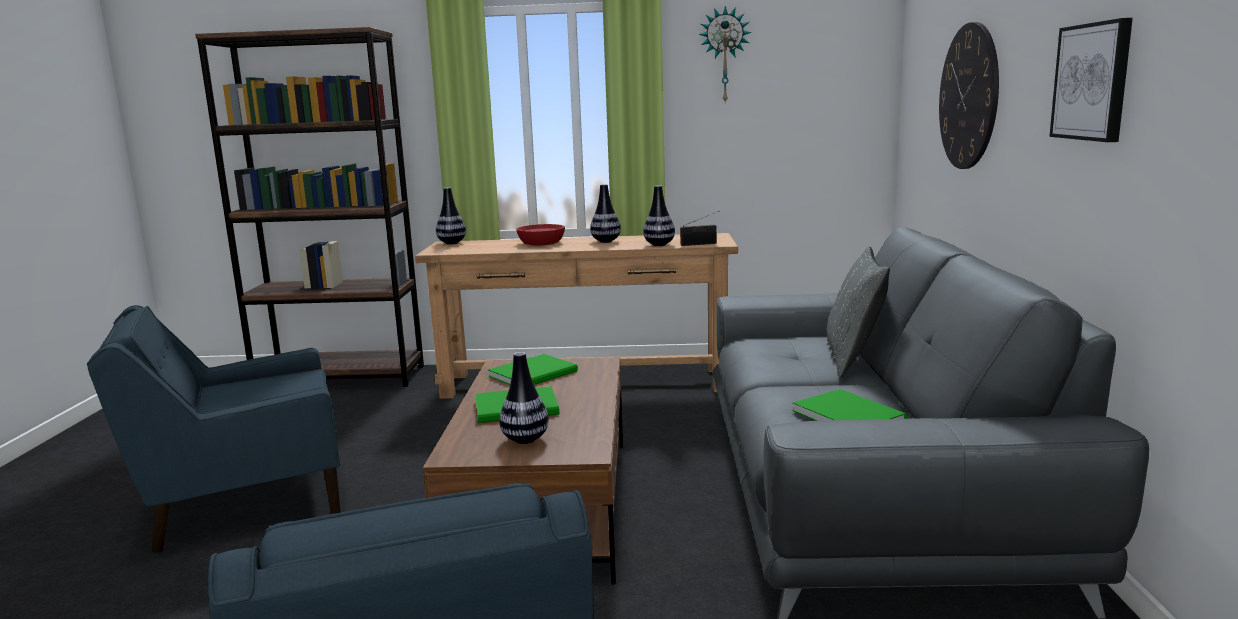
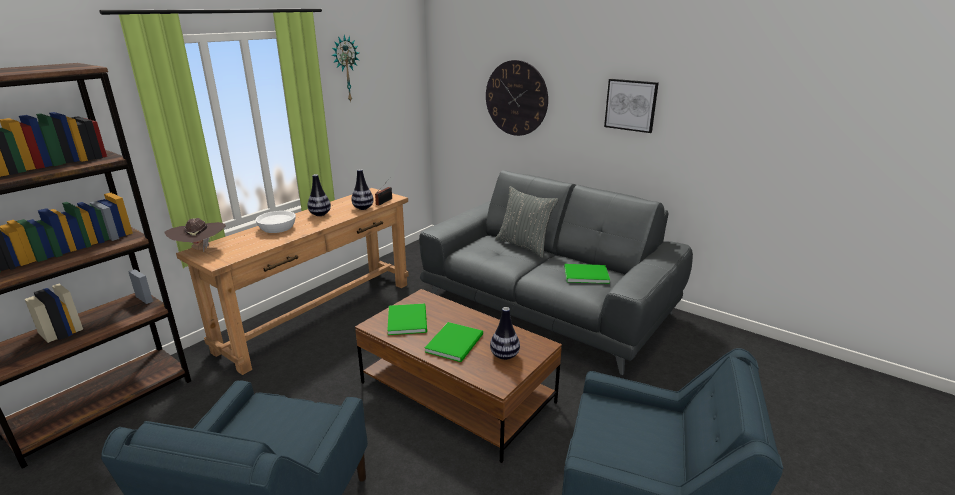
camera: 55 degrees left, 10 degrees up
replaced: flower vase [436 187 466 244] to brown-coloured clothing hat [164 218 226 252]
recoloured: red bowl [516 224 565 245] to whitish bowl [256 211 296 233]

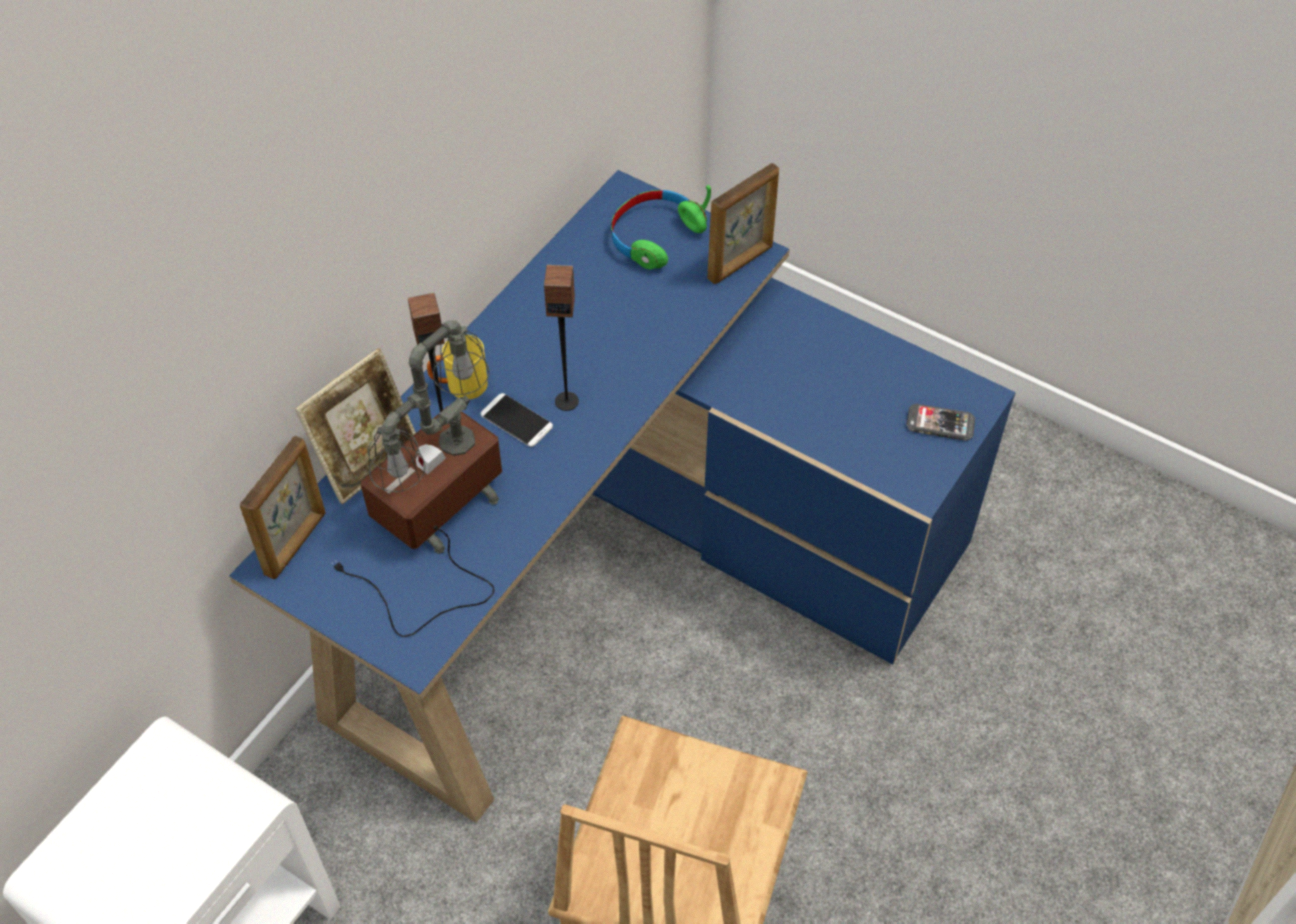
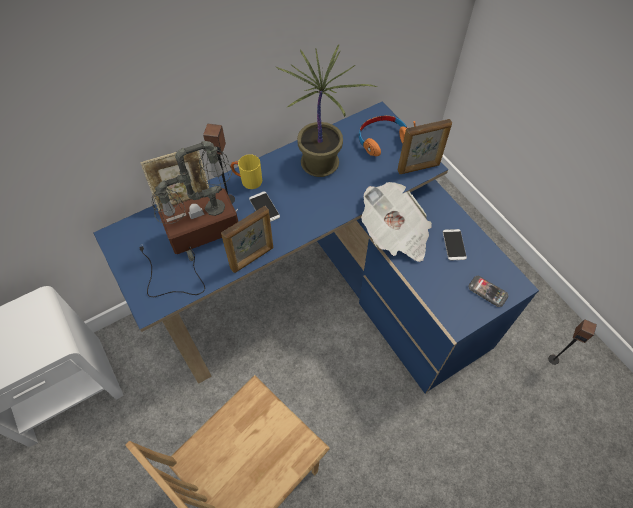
camera: 25 degrees right, 5 degrees up
added: plant in a pot [276 44 378 177]; daily paper [361 182 432 262]; phone [443 229 467 260]
moved: standing frame [240 436 326 579] to [221 206 273 273]; audio speaker [544 265 579 411] to [548 319 597 365]
recoloured: green headphones [611 185 711 270] to orangey headphones [359 116 416 156]

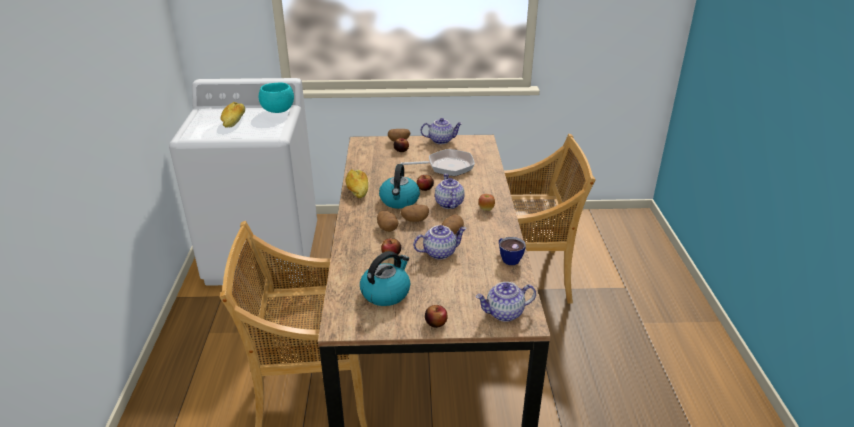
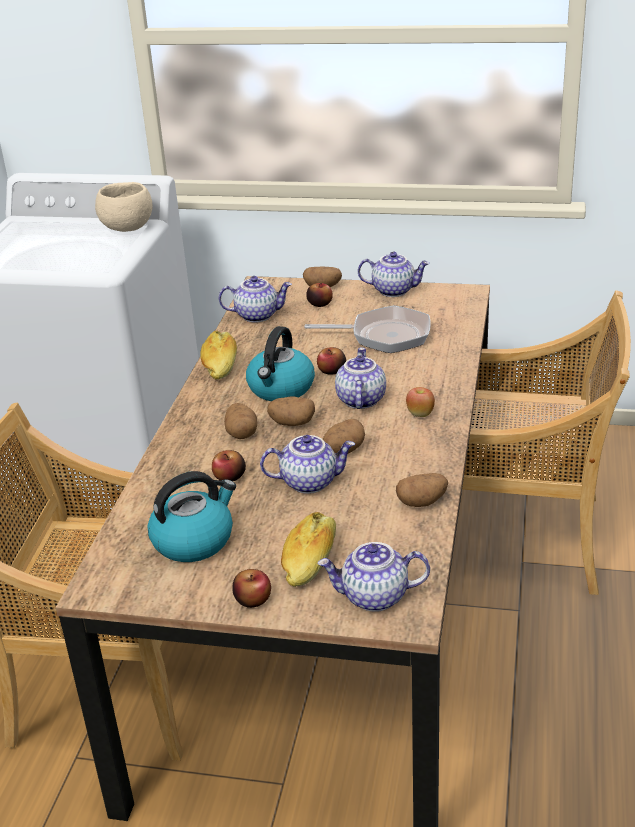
camera: 15 degrees right, 0 degrees up
added: tea pot [218 276 292 323]
moved: bakery bread [220 102 245 128] to [281 512 336 587]
replaced: small cup [499 237 526 265] to potato [396 473 448 507]
recoloured: blue-green bowl [258 82 294 113] to beige bowl [95 182 153 232]

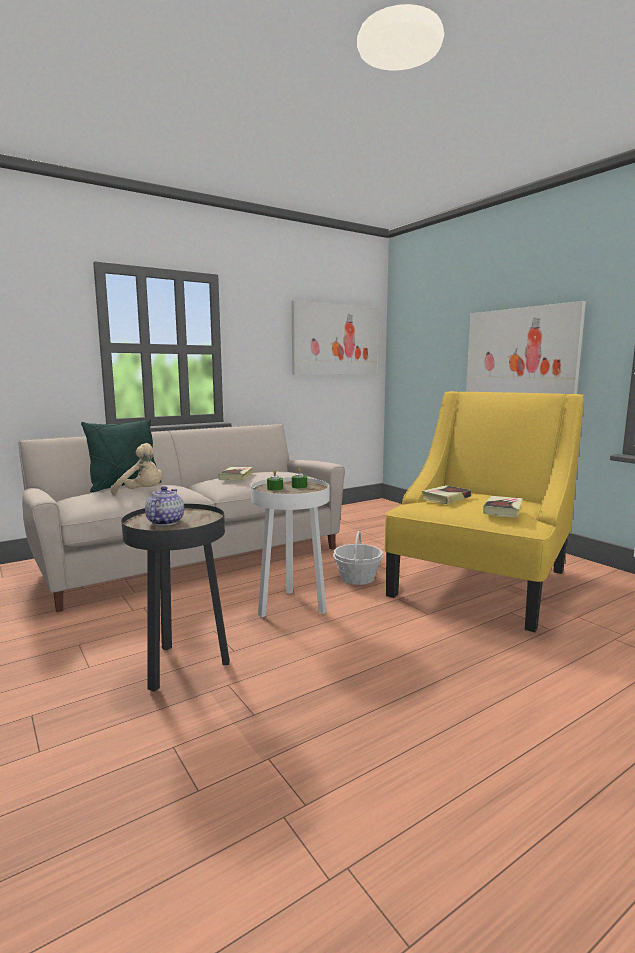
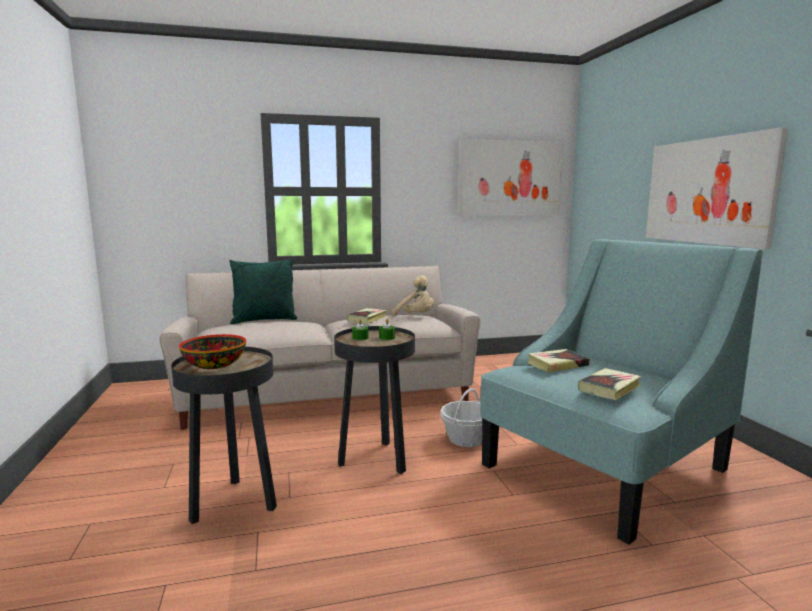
camera: 20 degrees right, 0 degrees up
moved: beige plush toy [110 443 163 495] to [392 275 434 316]
replaced: tea pot [145 486 184 526] to bowl [179 334 246 369]
recoloured: whitish end table [251 477 329 618] to blackish end table [334 326 415 474]; yellow-coloured armchair [385 391 584 632] to blue-green armchair [480 239 762 545]

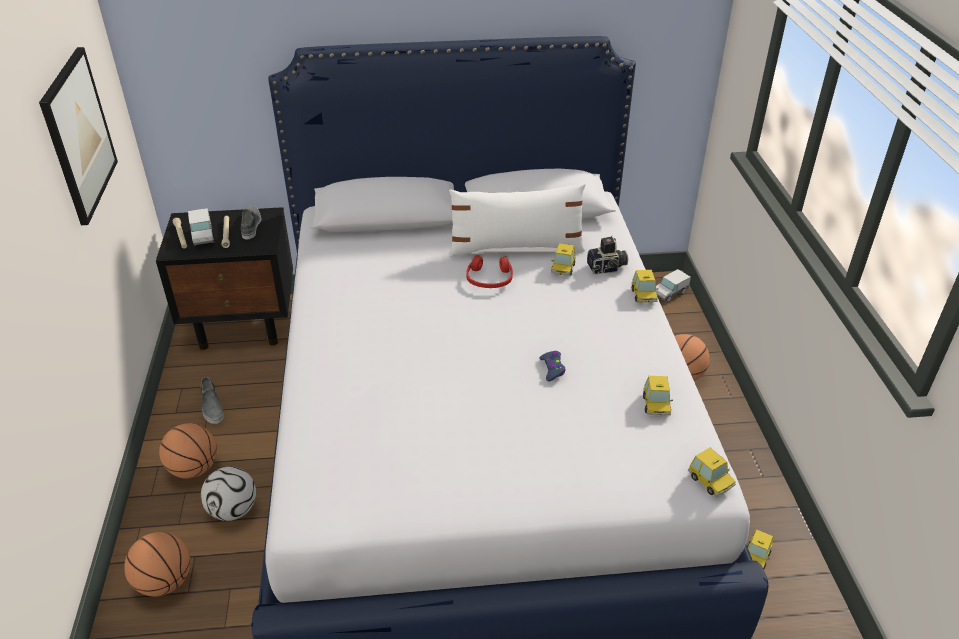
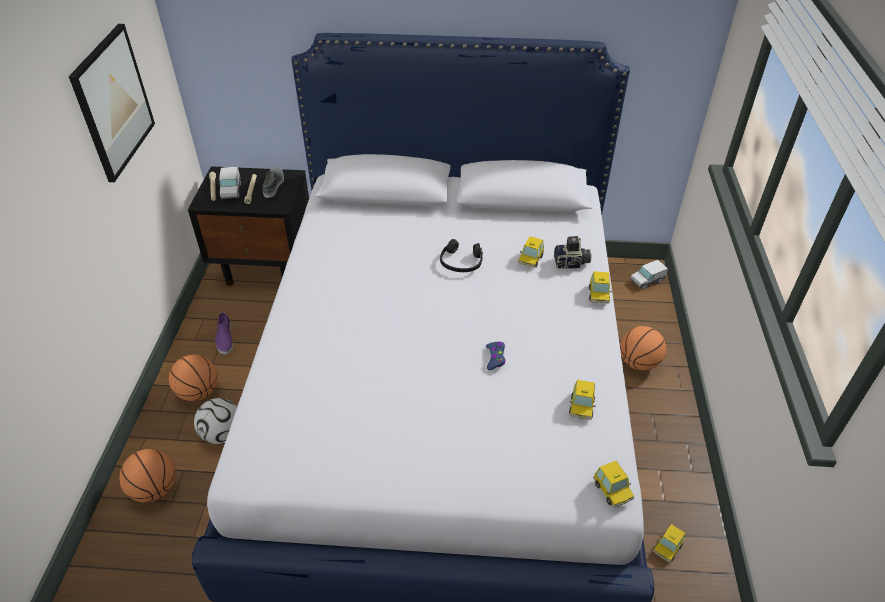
camera: 10 degrees right, 5 degrees up
removed: whitish throw pillow [449 184 586 257]
recoloured: gray item of footwear [201 377 224 424] to purplish item of footwear [215 312 233 354]; red headphones [466 255 513 288] to blackish headphones [440 239 483 272]

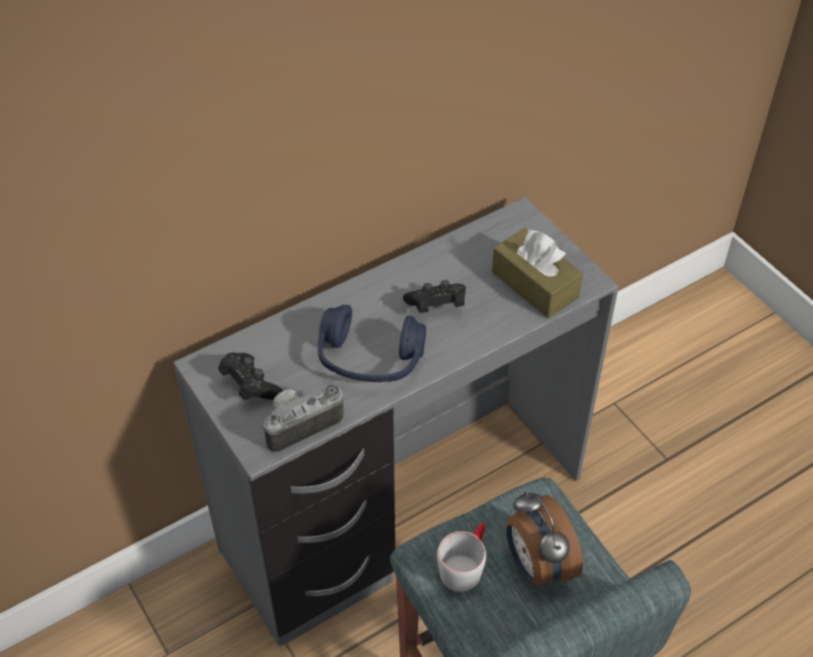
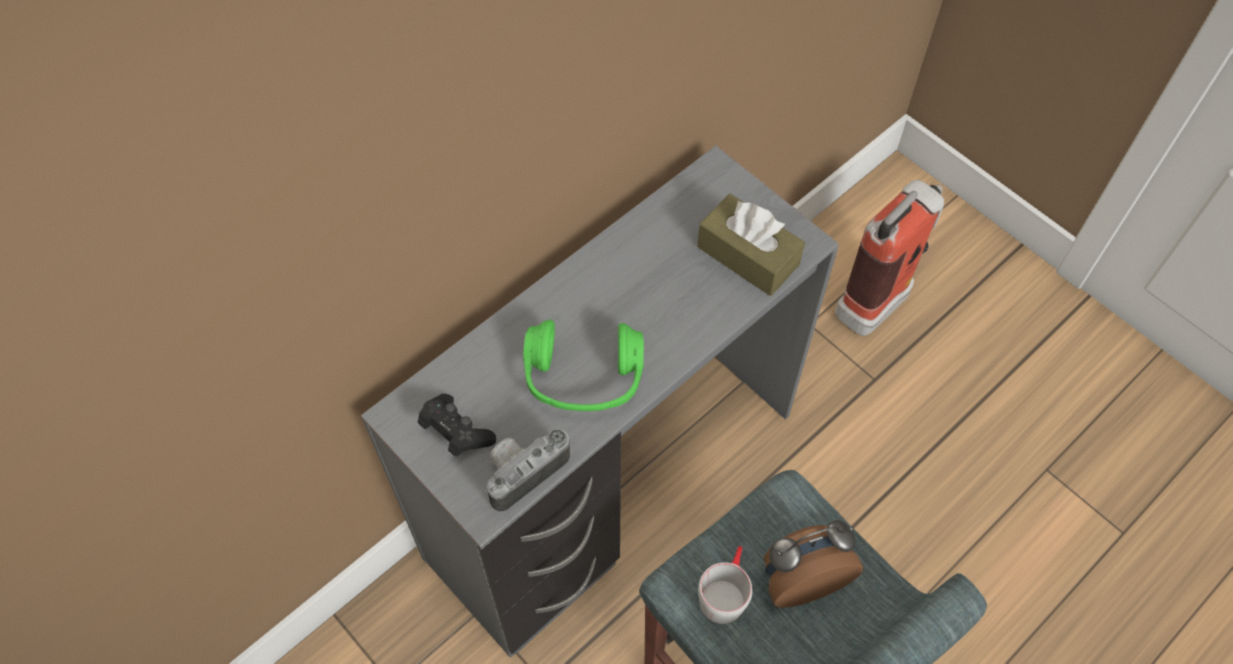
camera: 10 degrees left, 10 degrees up
removed: blackish game controller [403 280 466 313]
added: extinguisher [835 180 944 336]
recoloured: blue-coloured headphones [318 305 426 382] to green headphones [523 320 644 411]
turned: bedside clock [506 490 583 586] = [764 520 863 608] 105 degrees clockwise

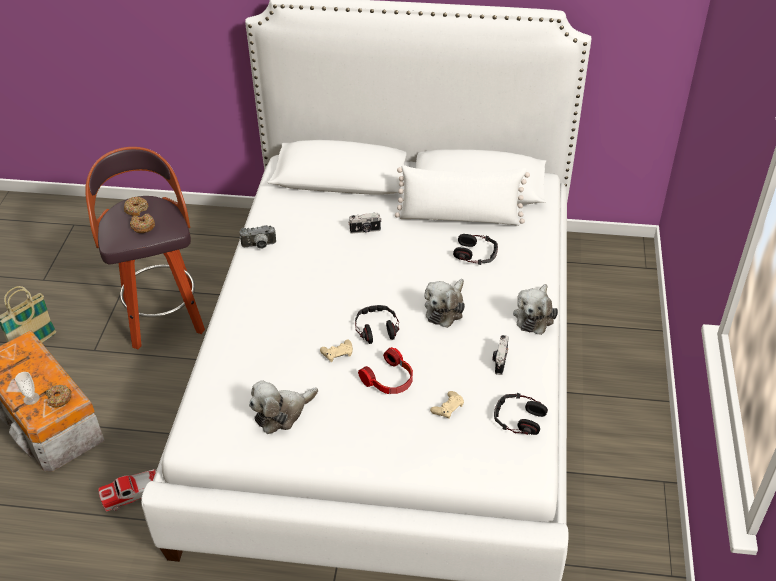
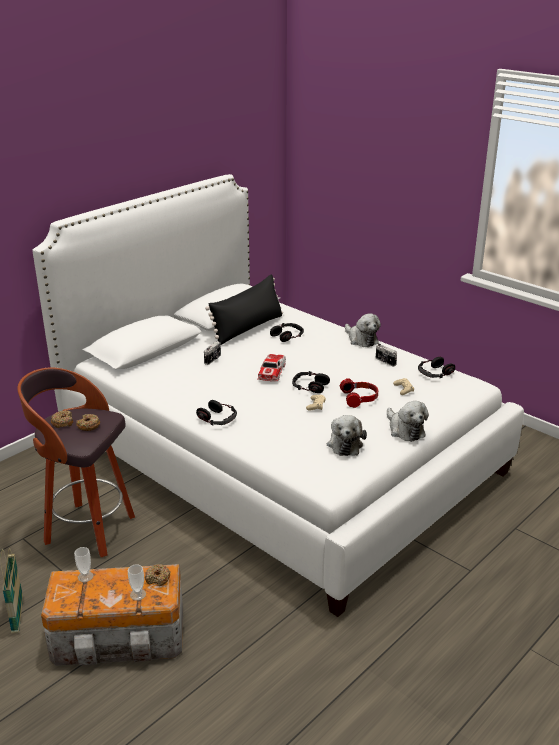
camera: 55 degrees left, 15 degrees down
removed: photo camera [240 225 276 249]
added: small cup [74 547 93 582]; headphones [196 400 237 425]
moved: toy car [98 469 156 512] to [257 354 286 381]; plush toy [424 279 465 328] to [387 401 429 442]
recoloured: whitish throw pillow [395 165 530 226] to blackish throw pillow [205 275 283 345]

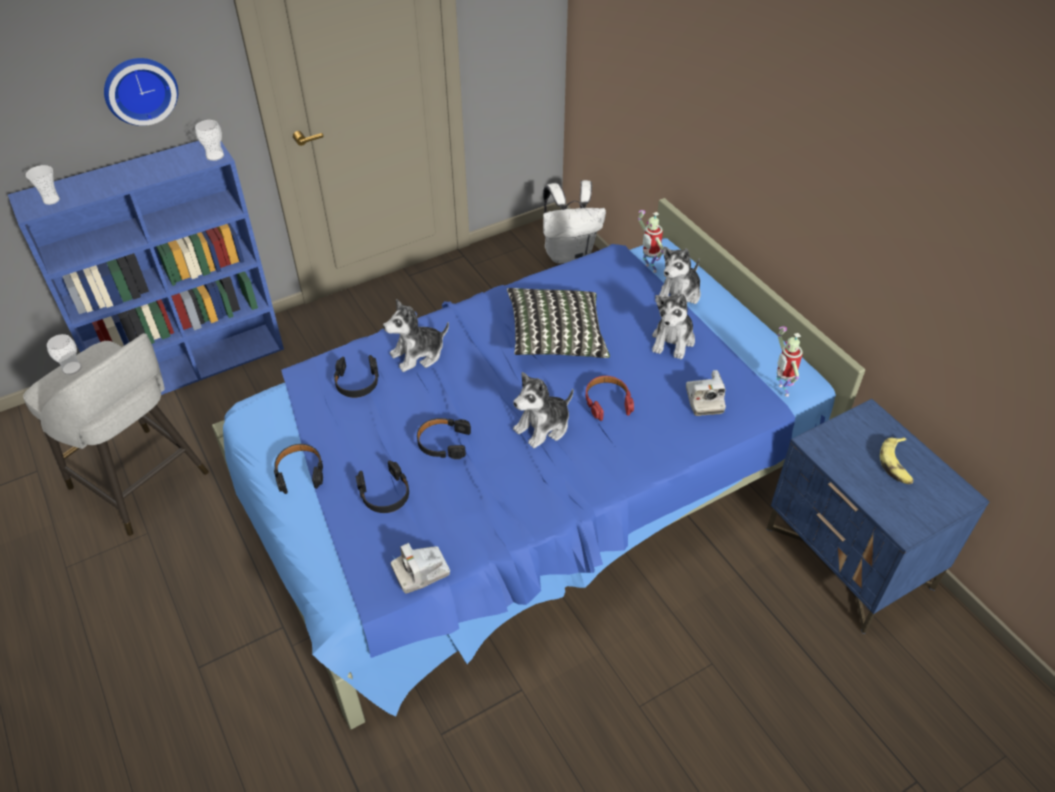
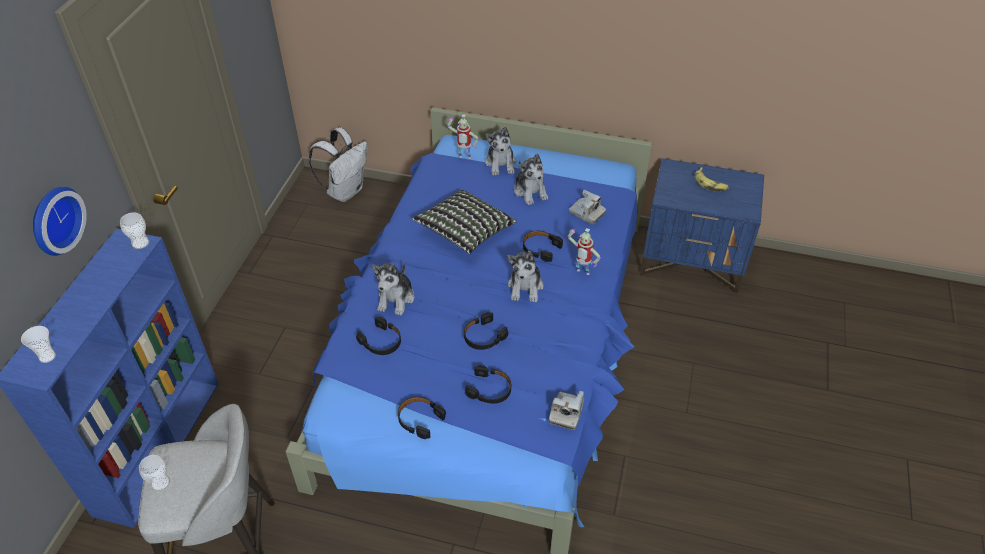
camera: 45 degrees left, 0 degrees up
moved: model robot [776 326 803 397] to [568 228 601 275]
recoloured: red headphones [586 376 634 421] to blackish headphones [523 231 563 262]

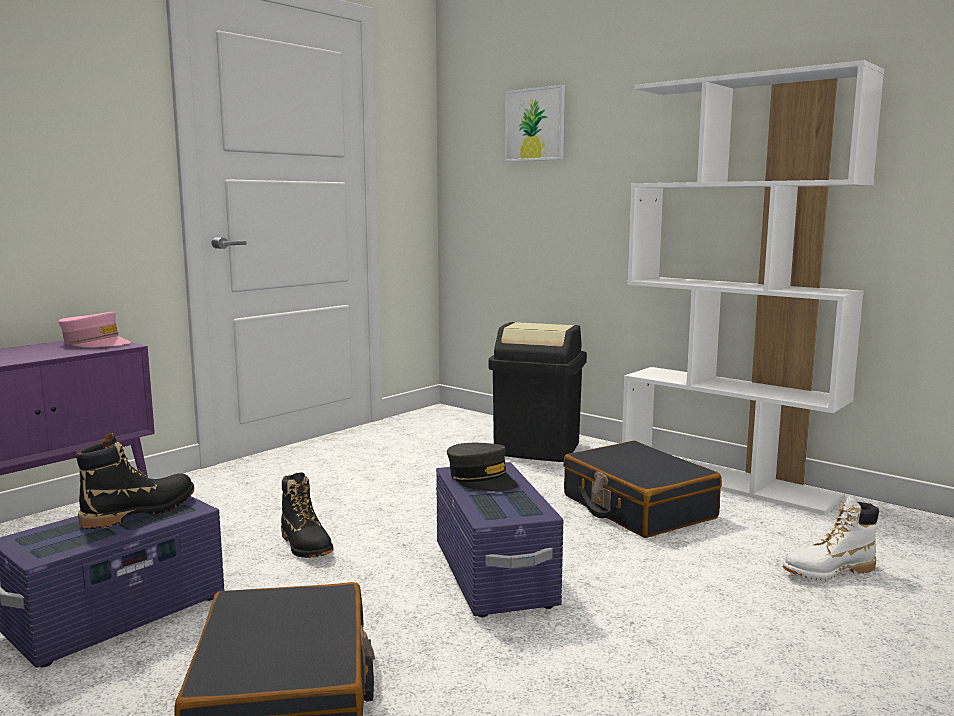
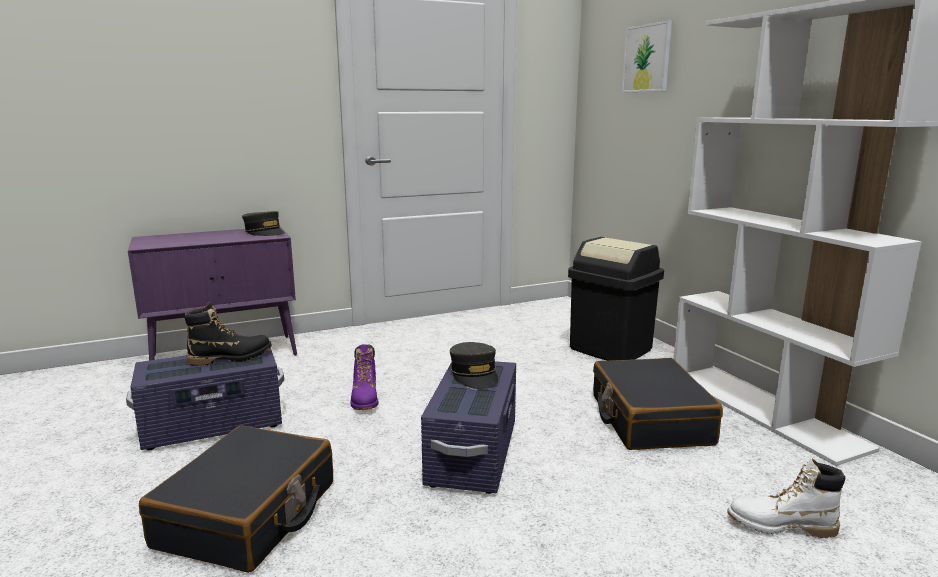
camera: 25 degrees right, 5 degrees up
recoloured: pinkish baseball cap [58 312 131 347] to gray baseball cap [242 211 285 236]; blackish boot [281 472 334 558] to purplish boot [350 344 379 410]

